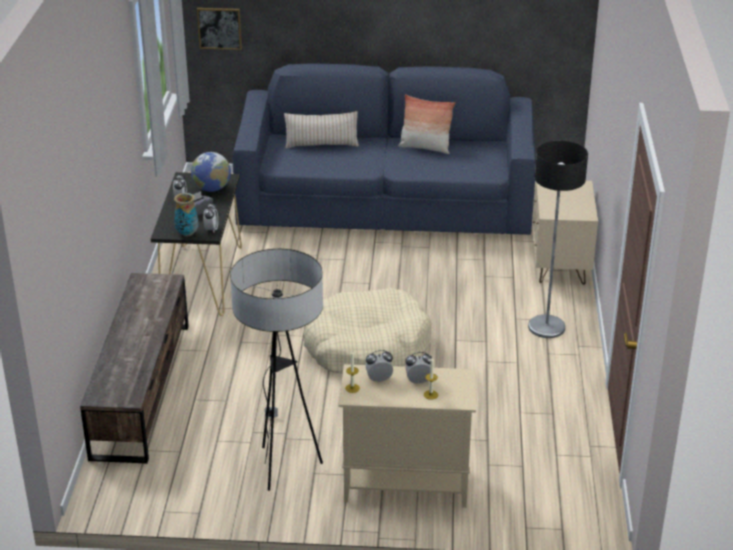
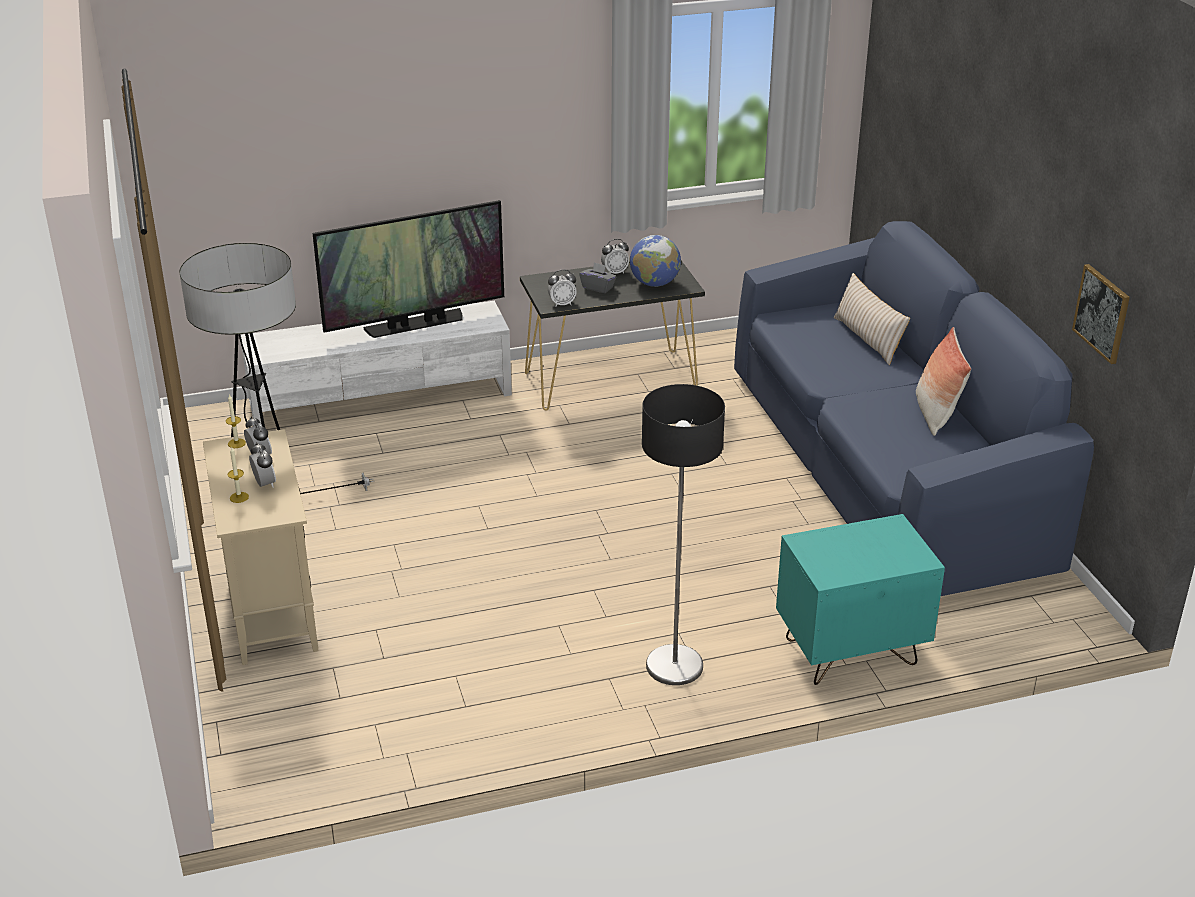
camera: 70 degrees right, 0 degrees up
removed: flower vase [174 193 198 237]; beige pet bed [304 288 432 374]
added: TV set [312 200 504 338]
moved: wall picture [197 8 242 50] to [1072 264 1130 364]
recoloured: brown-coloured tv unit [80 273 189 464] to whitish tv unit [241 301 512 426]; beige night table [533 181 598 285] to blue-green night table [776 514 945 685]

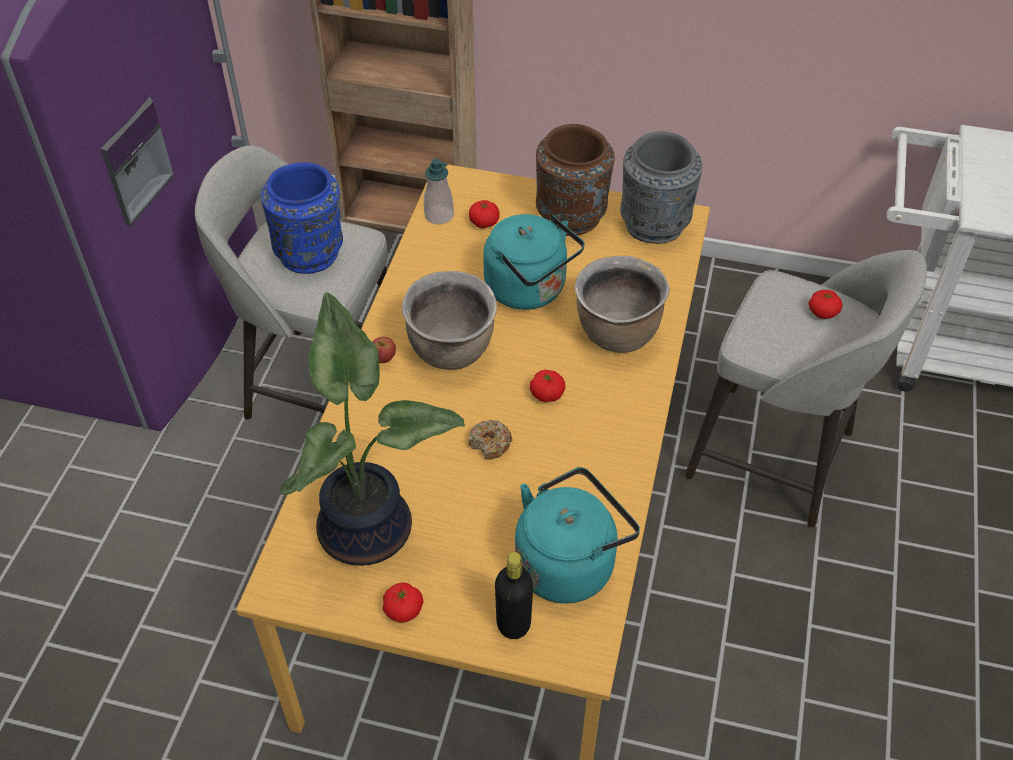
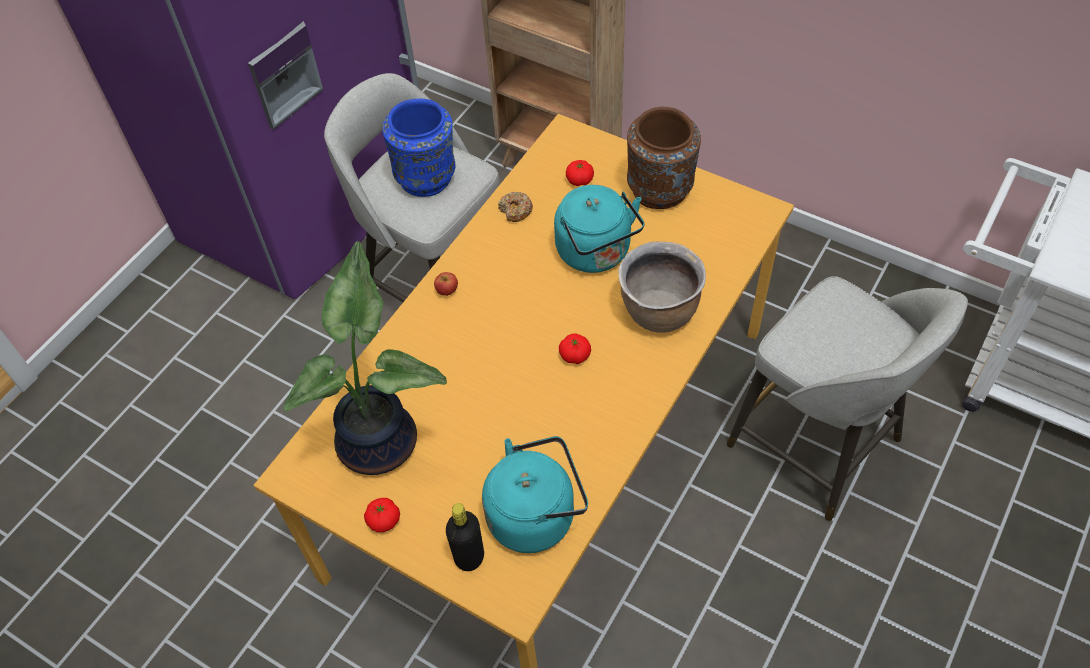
camera: 20 degrees right, 5 degrees up
removed: brown-coloured saucepot [401 271 497 370]; soap bottle [424 159 454 224]; gray flower vase [620 131 702 244]; fresh tomato [809 290 842 319]
moved: donut [468 420 512 459] to [498 192 533 222]

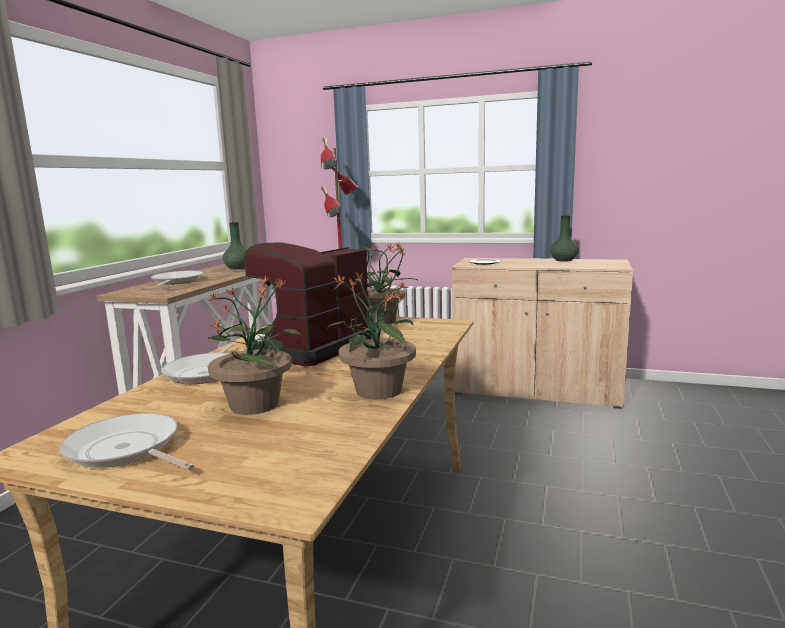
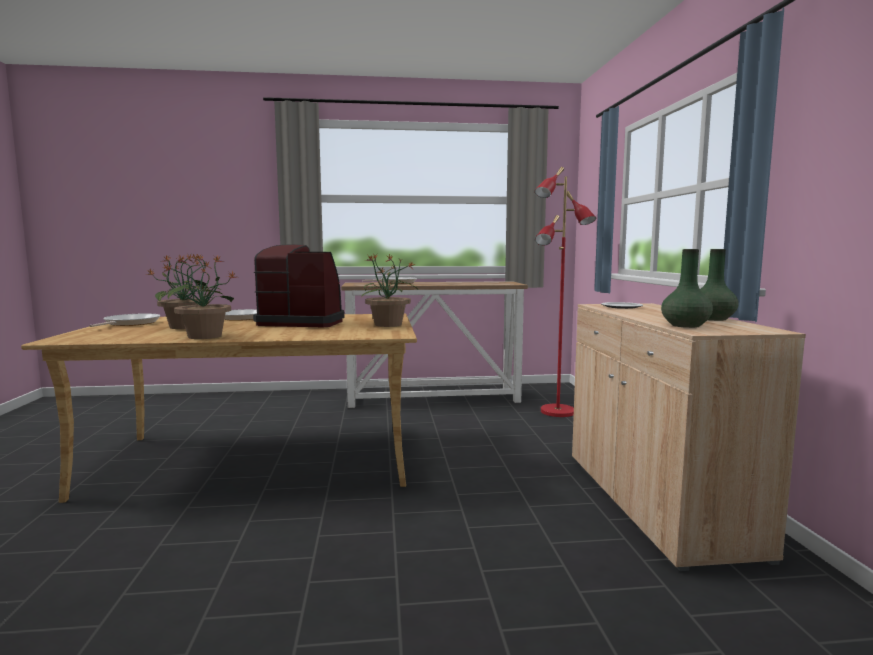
camera: 65 degrees right, 5 degrees down
moved: green flower vase [223 222 247 269] to [661 249 713 328]

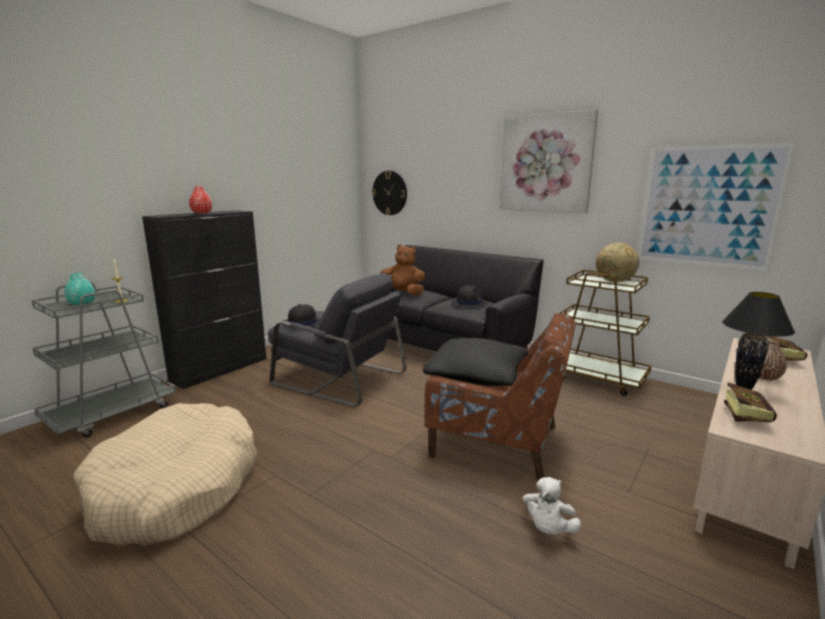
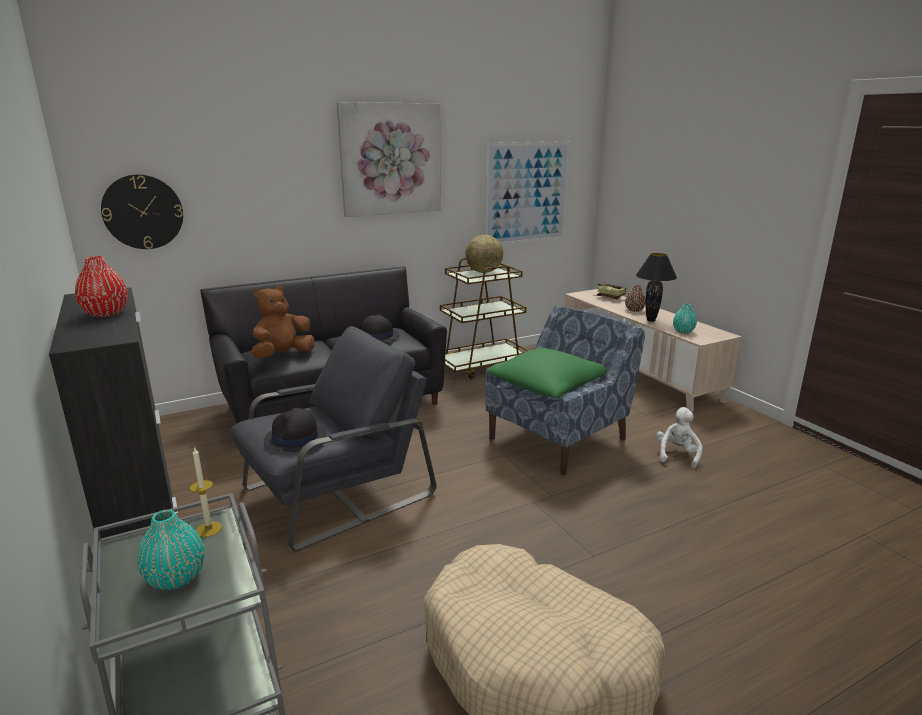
camera: 65 degrees left, 5 degrees up
replaced: book [724 382 777 422] to blue-green flower vase [673 304 697 334]
recoloured: blackish throw pillow [423 338 529 386] to green throw pillow [488 348 607 398]; brown-coloured armchair [425 313 576 481] to blue-coloured armchair [485 306 645 475]
turned: whitish plush toy [523 477 581 534] = [656 407 702 468] 120 degrees counterclockwise

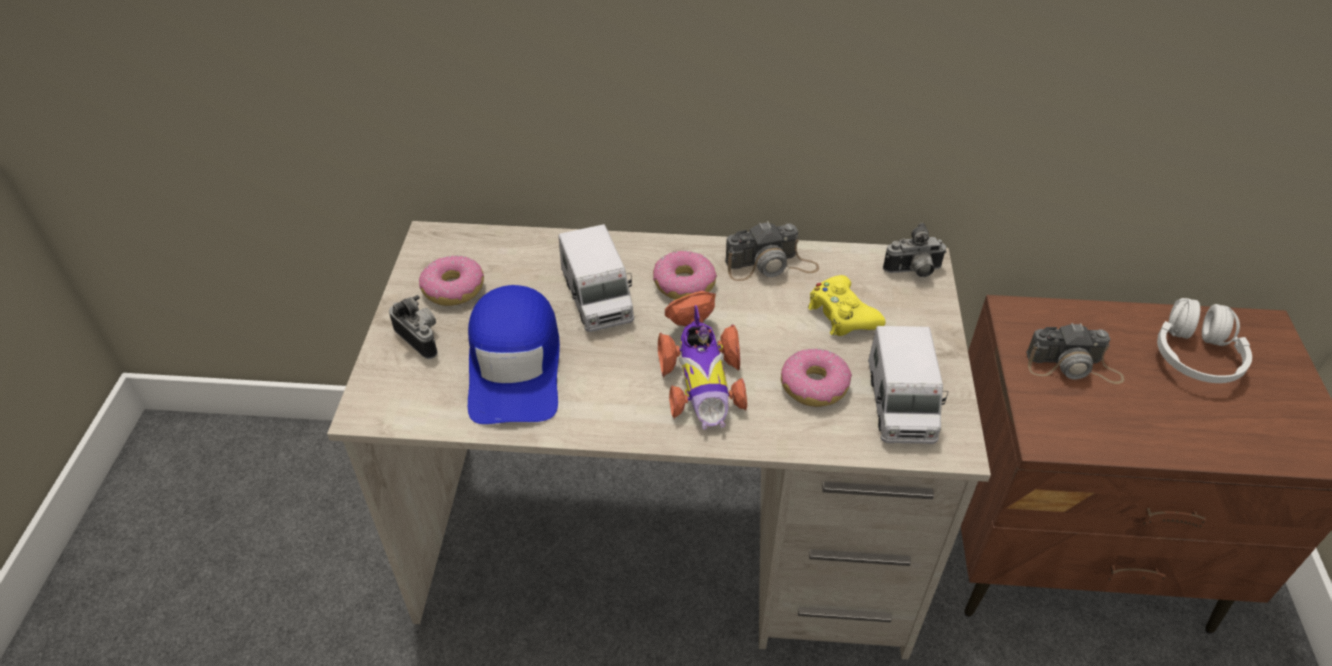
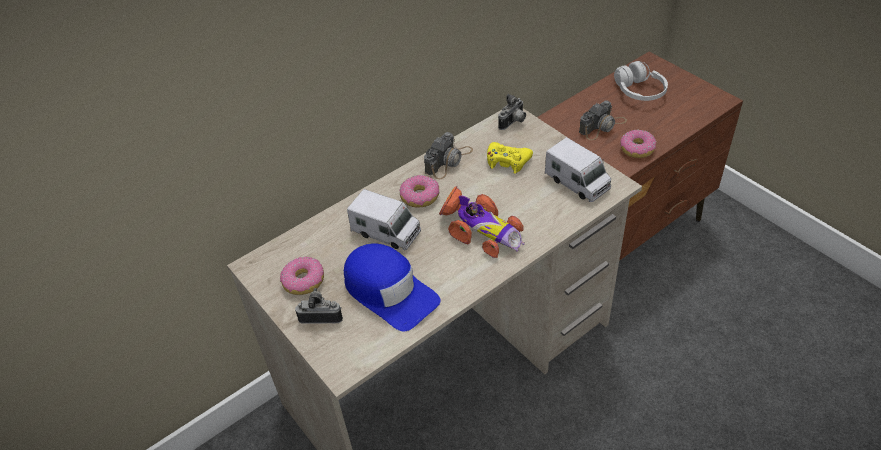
camera: 40 degrees left, 0 degrees up
moved: donut [781 349 852 407] to [620 129 656 158]

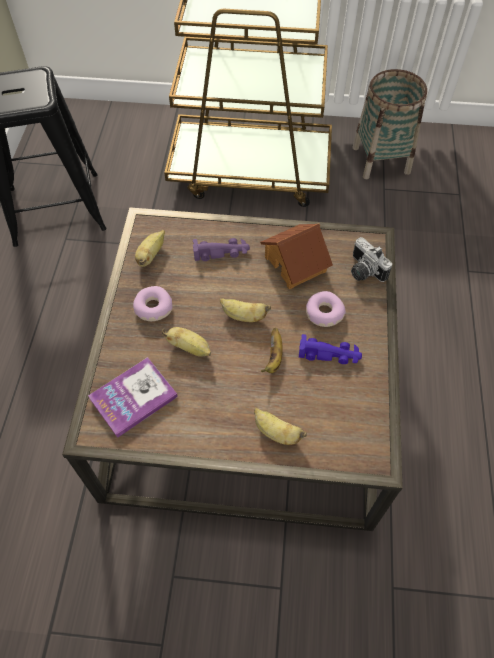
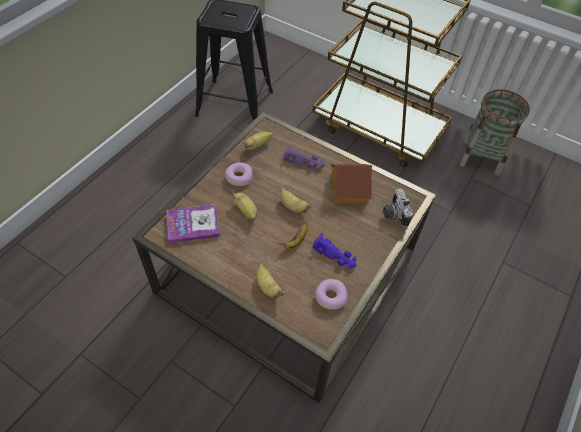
camera: 25 degrees right, 5 degrees down
moved: donut [306 291 346 327] to [315 279 348 310]

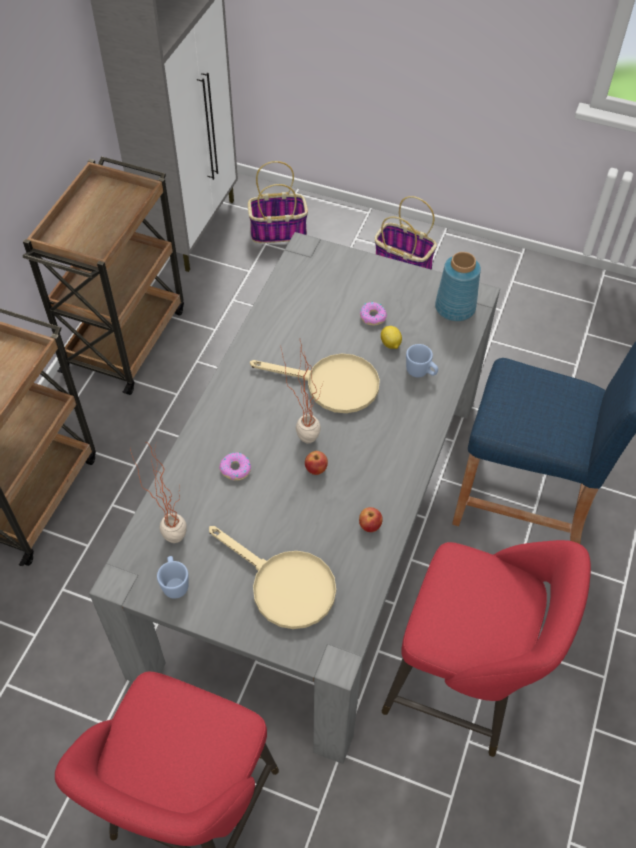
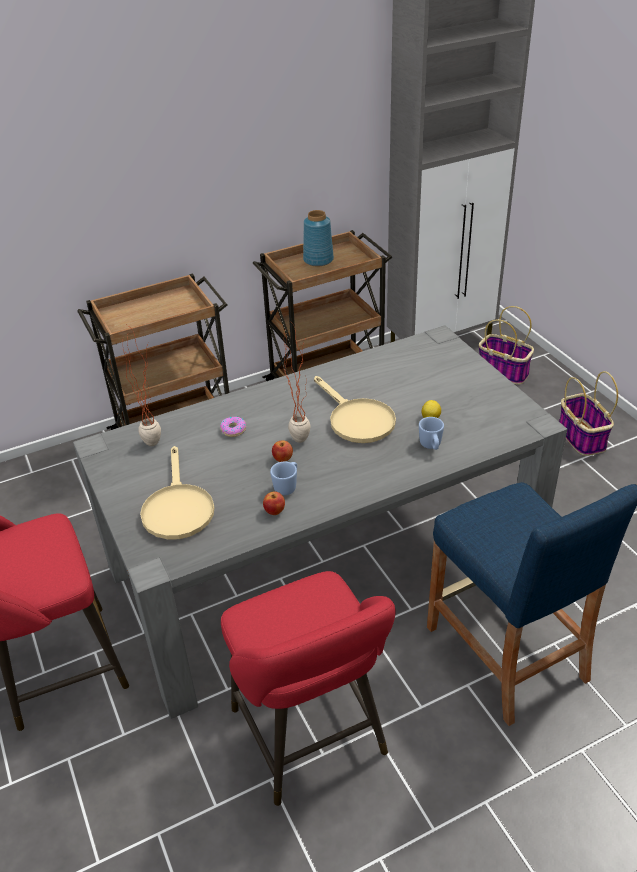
camera: 45 degrees right, 15 degrees down
removed: donut [360 302 387 326]
moved: blue-coloured mug [157 556 189 599] to [270 462 297 495]; blue-coloured flower vase [435 252 481 322] to [303 210 334 267]

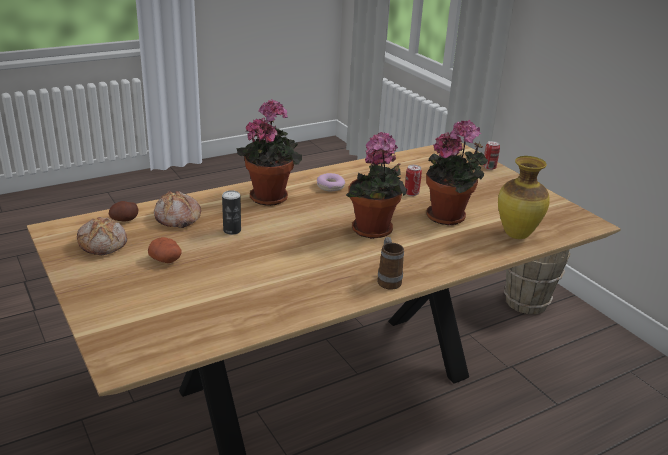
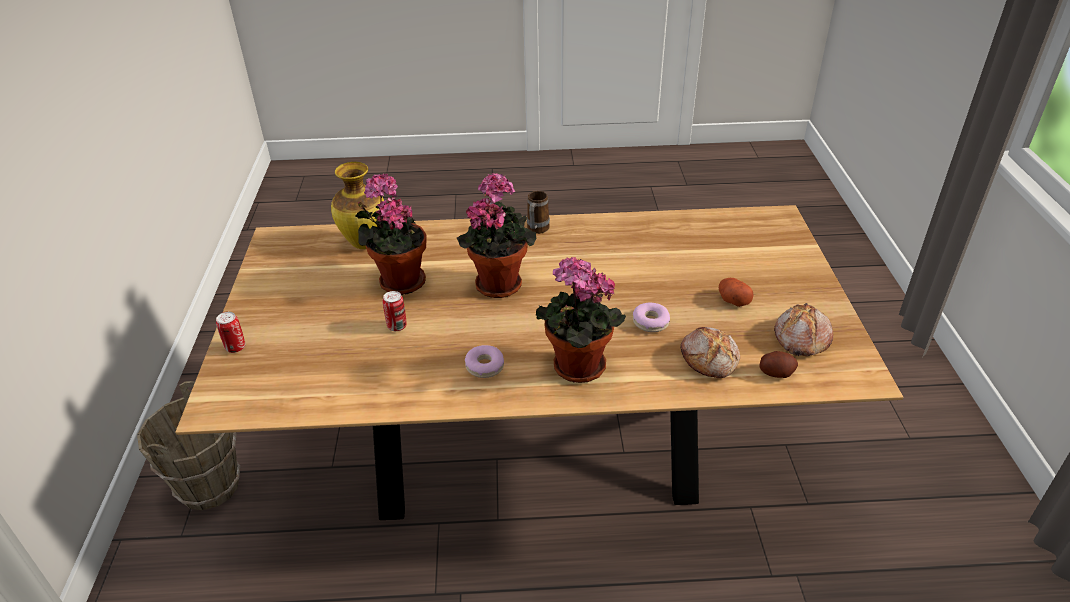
camera: 150 degrees left, 10 degrees up
replaced: sealed can [222 190 241 235] to donut [633 303 670 332]

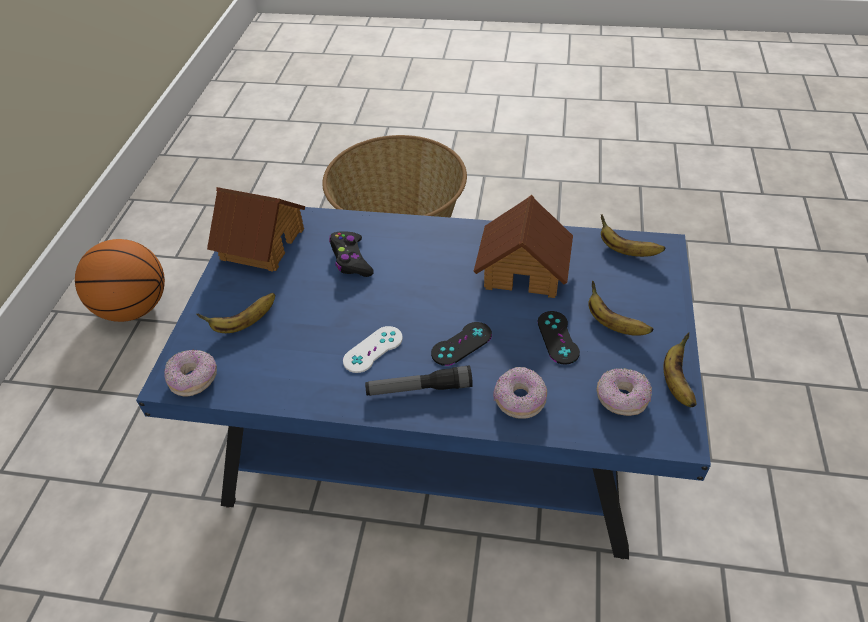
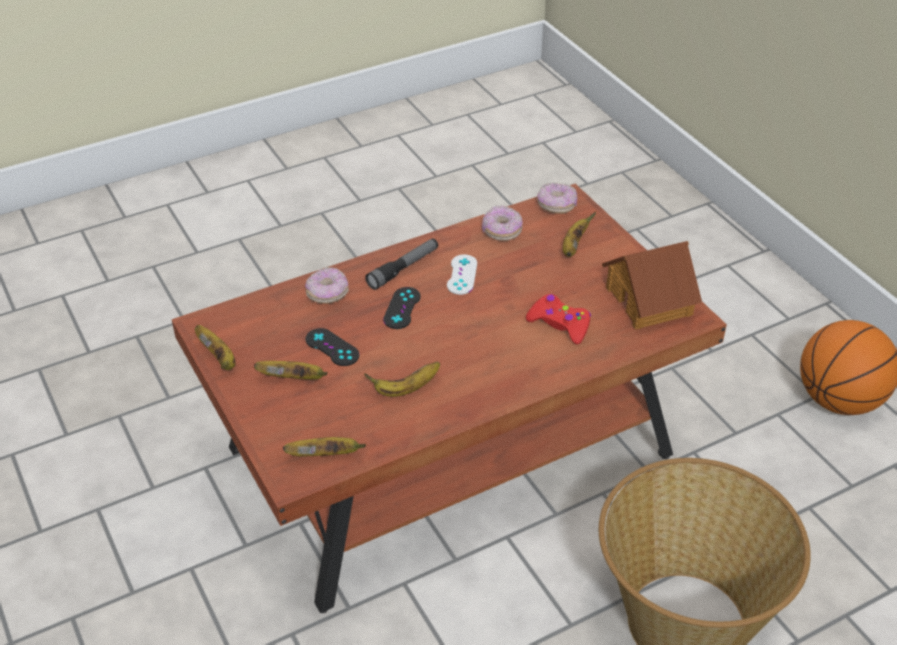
camera: 140 degrees right, 5 degrees down
moved: donut [597 368 652 416] to [482 205 523 241]
replaced: model house [473 195 573 298] to whole banana [364 362 440 397]
recoloured: blue-coloured lounge table [136 207 711 559] to brown-coloured lounge table [172 184 727 613]; blackish game controller [329 231 374 277] to red game controller [526 294 591 344]

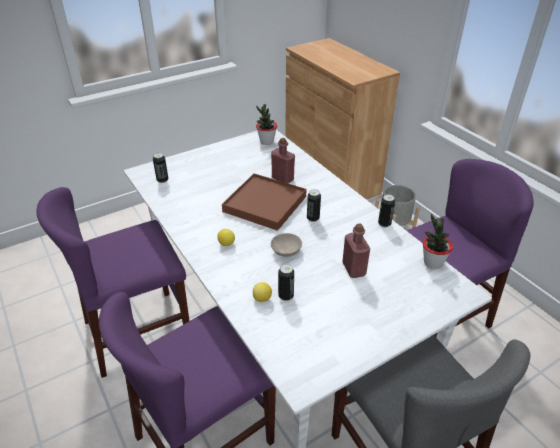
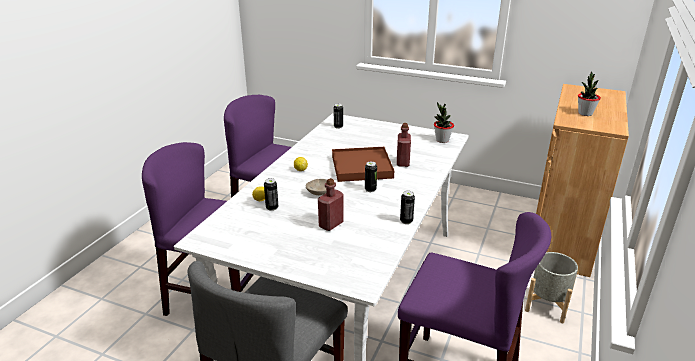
camera: 55 degrees right, 10 degrees down
moved: plant in a pot [423 214 453 269] to [578 71 601 116]

